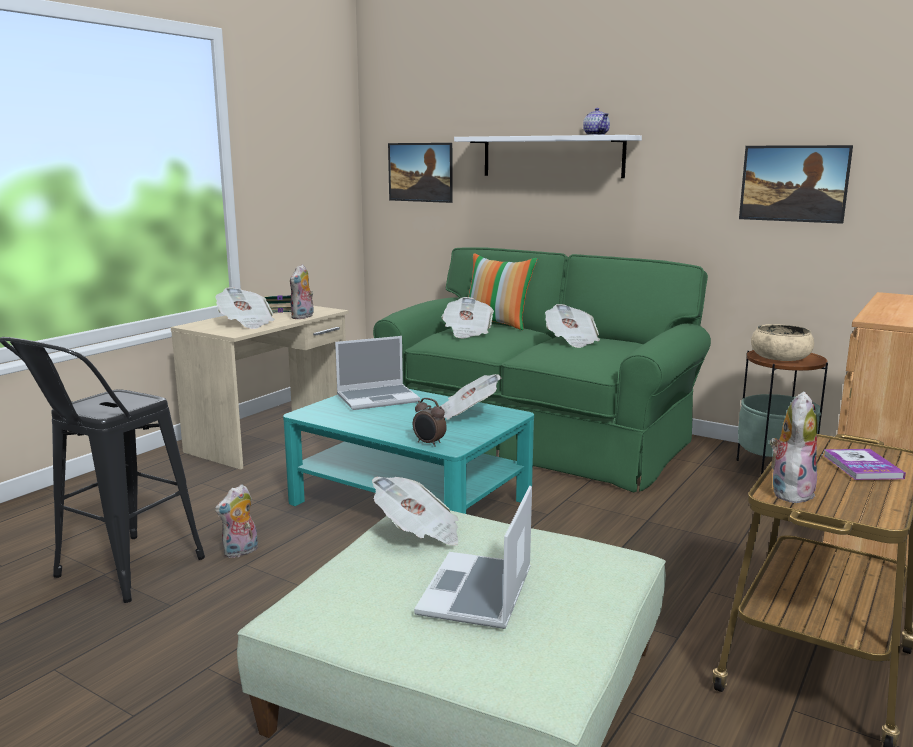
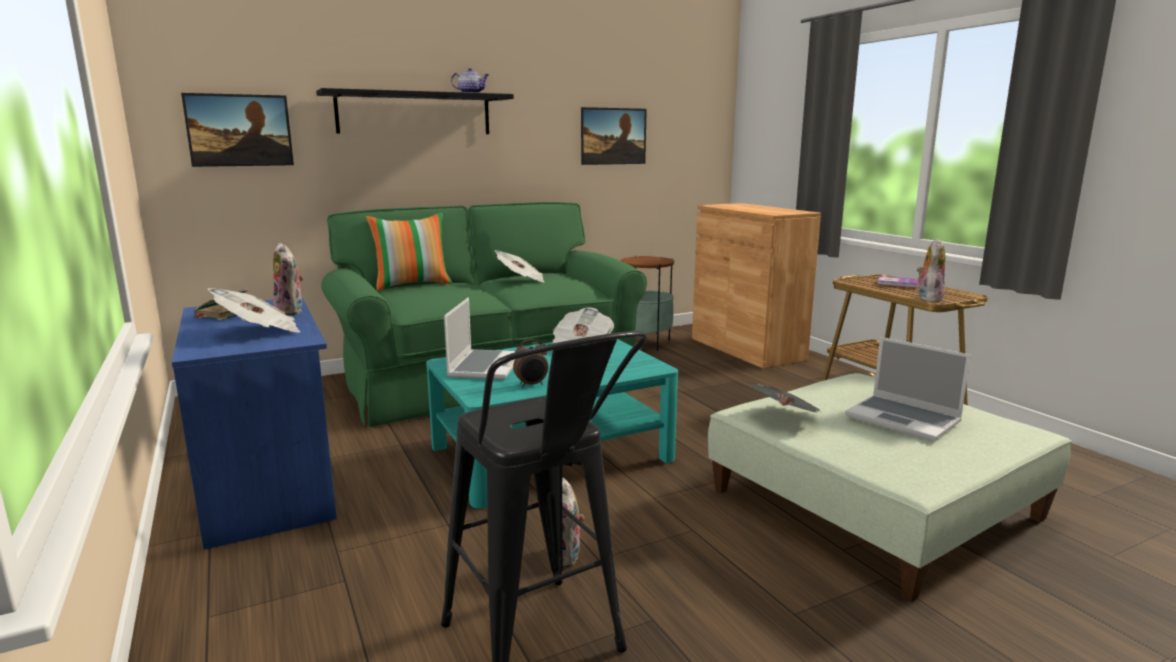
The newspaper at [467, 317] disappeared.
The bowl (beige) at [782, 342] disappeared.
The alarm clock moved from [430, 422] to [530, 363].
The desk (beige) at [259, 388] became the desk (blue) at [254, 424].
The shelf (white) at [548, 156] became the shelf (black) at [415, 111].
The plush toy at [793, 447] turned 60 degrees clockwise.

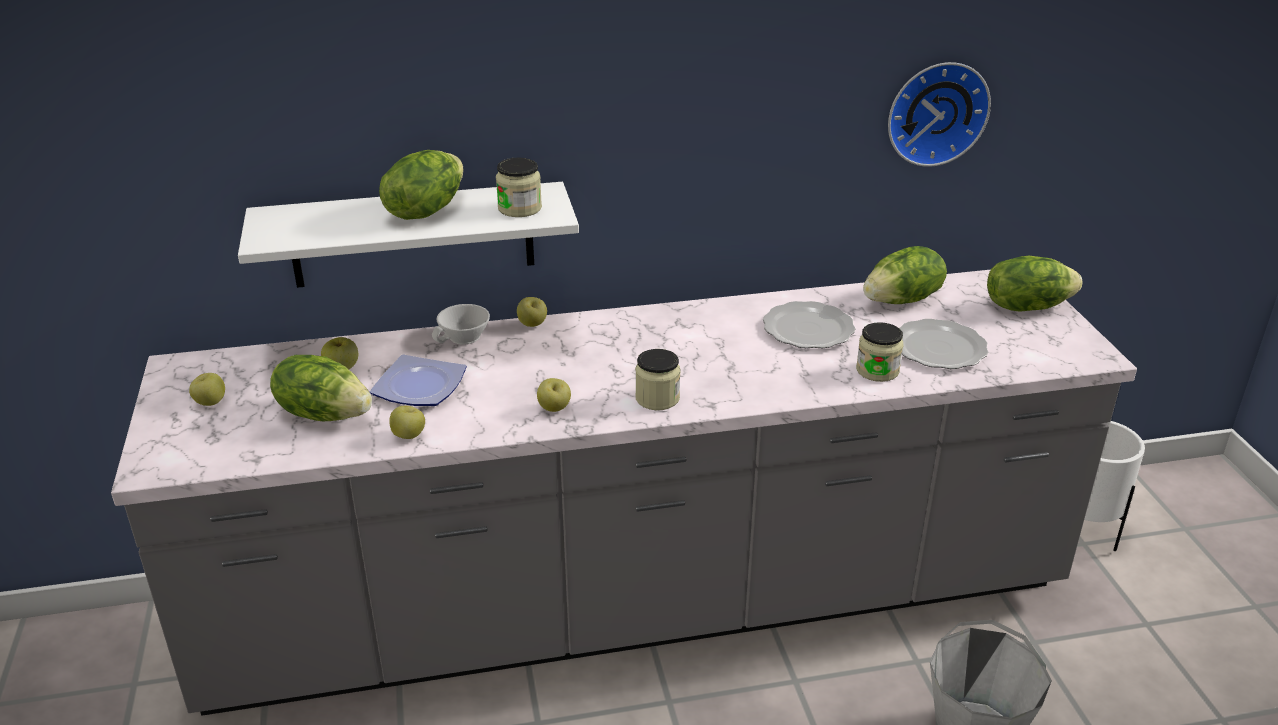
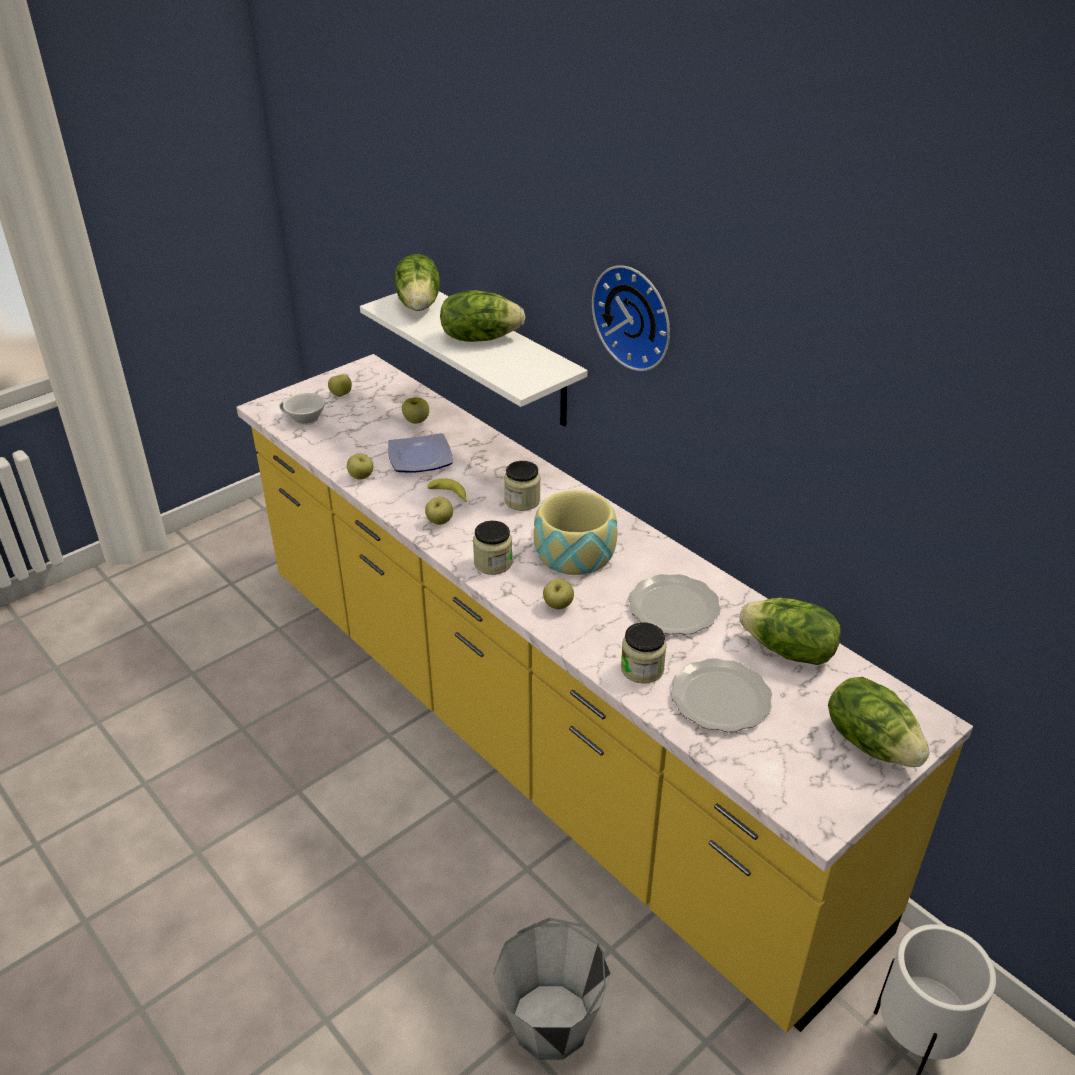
The banana at [447, 490] appeared.
The bowl at [575, 532] appeared.
The lettuce moved from [321, 388] to [417, 282].
The cup (white) moved from [461, 324] to [302, 409].
The jar moved from [519, 187] to [522, 486].
The apple moved from [532, 312] to [558, 594].
The wall clock moved from [939, 114] to [631, 318].
The counter (grey) at [624, 493] became the counter (yellow) at [604, 693].

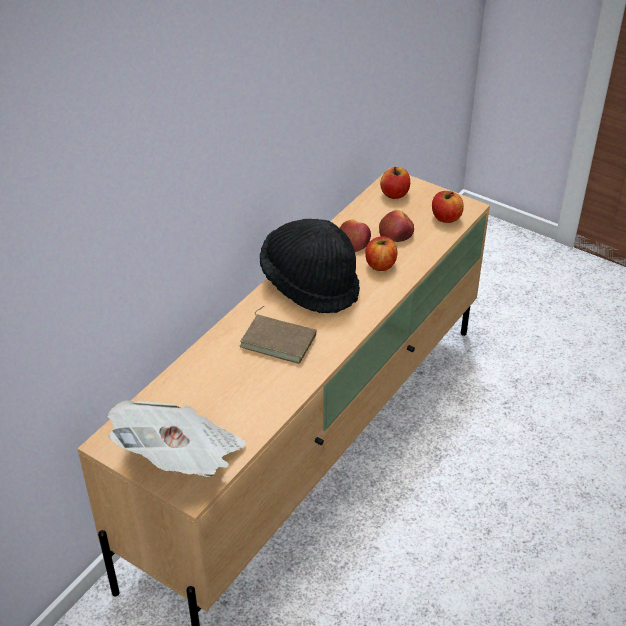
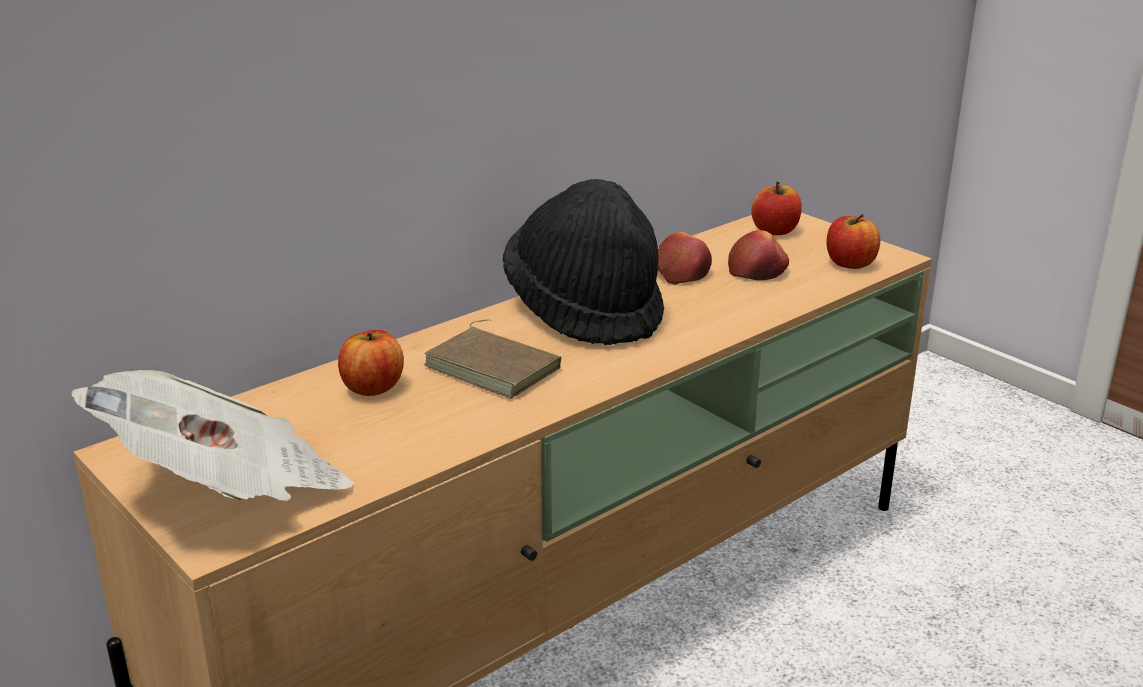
The apple moved from [381, 253] to [371, 363].

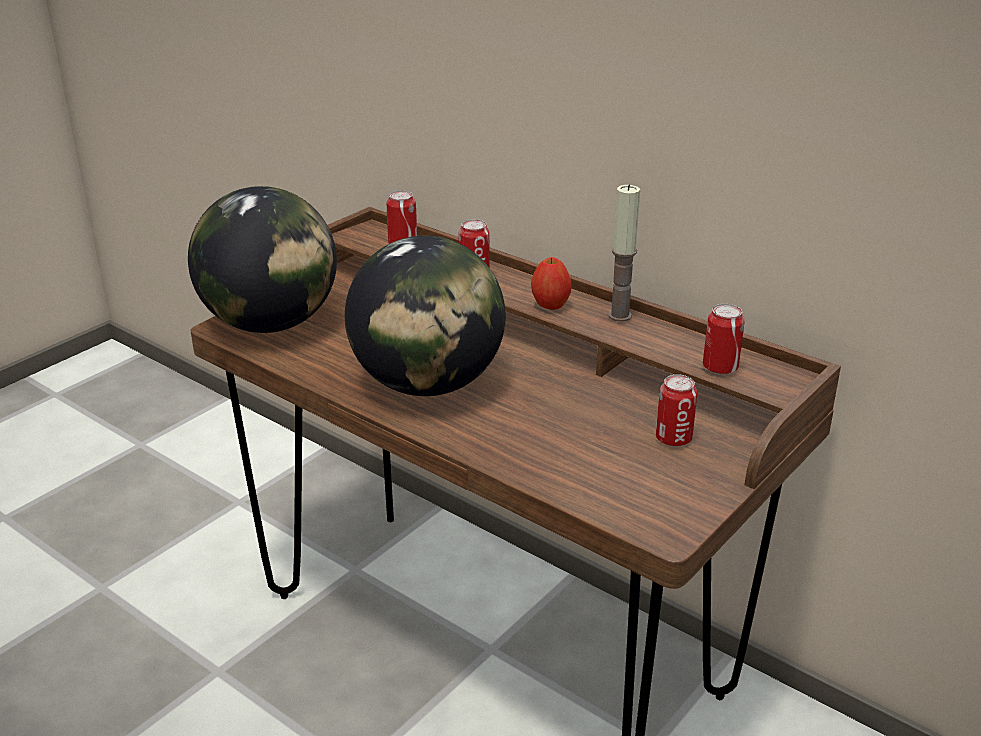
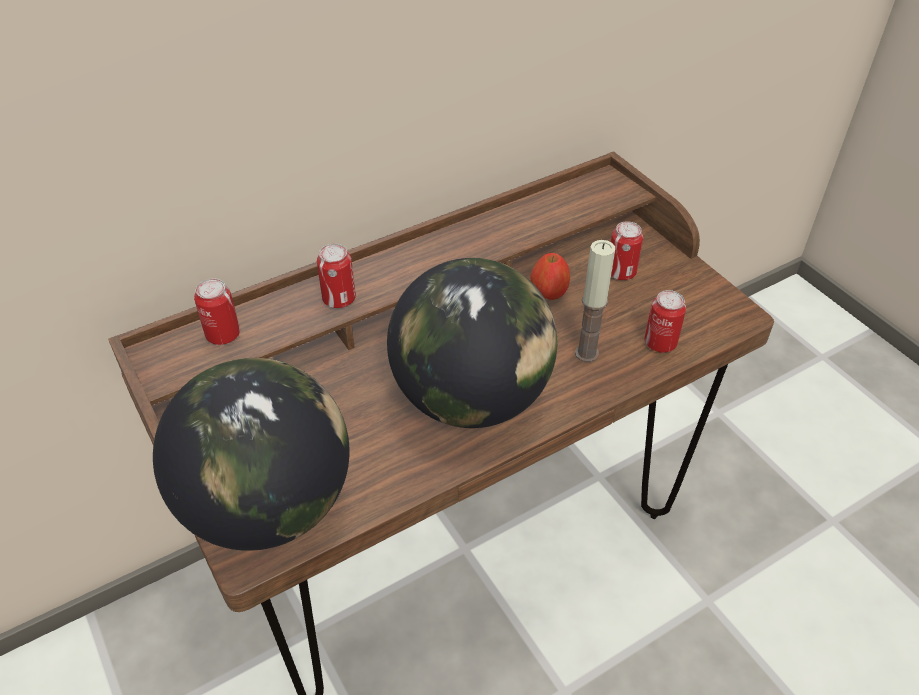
The apple moved from [551, 283] to [550, 276].
The candle moved from [624, 253] to [595, 301].
The can moved from [724, 339] to [665, 321].

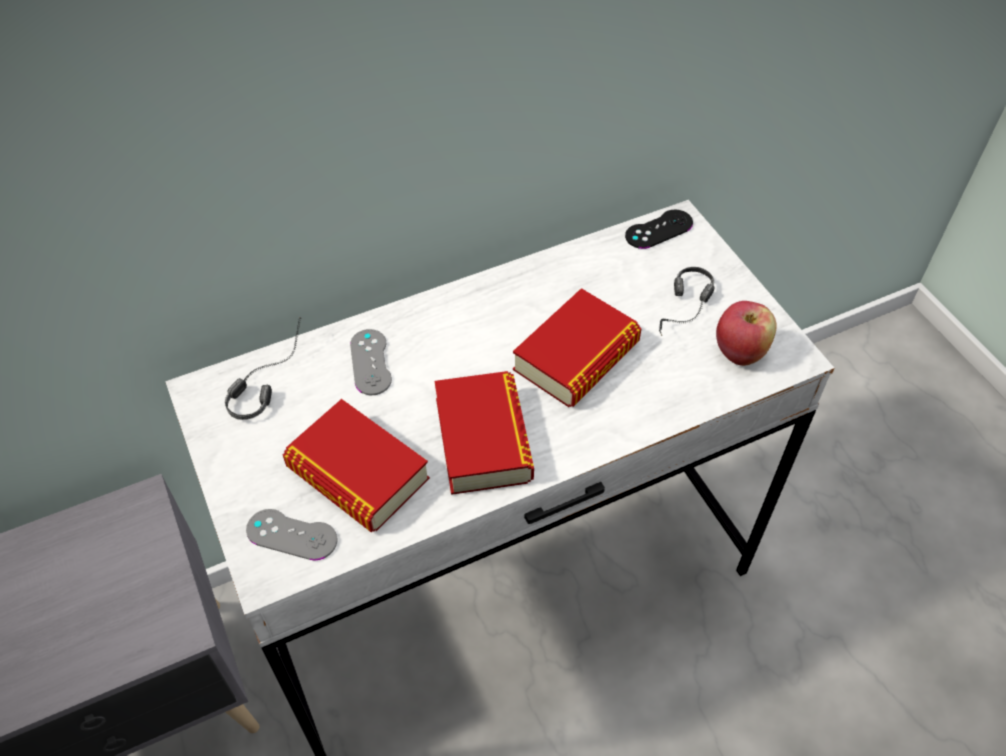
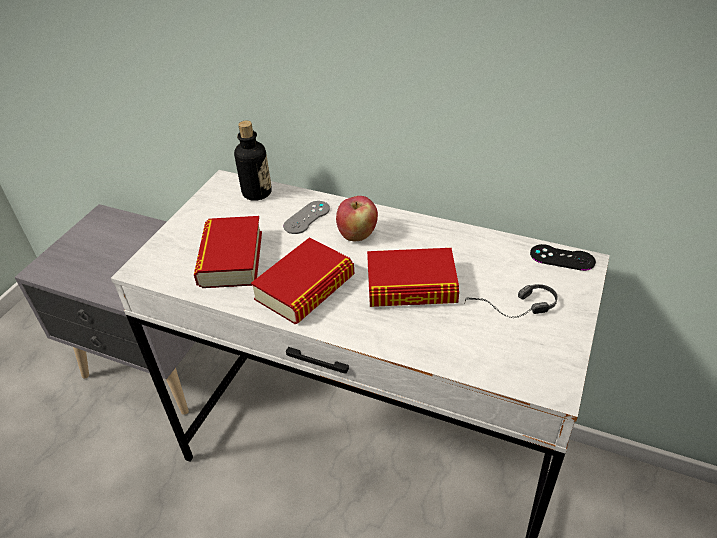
The game controller (grey) at [291, 535] disappeared.
The apple moved from [746, 333] to [357, 218].
The headphones at [263, 368] was replaced by the bottle at [253, 161].

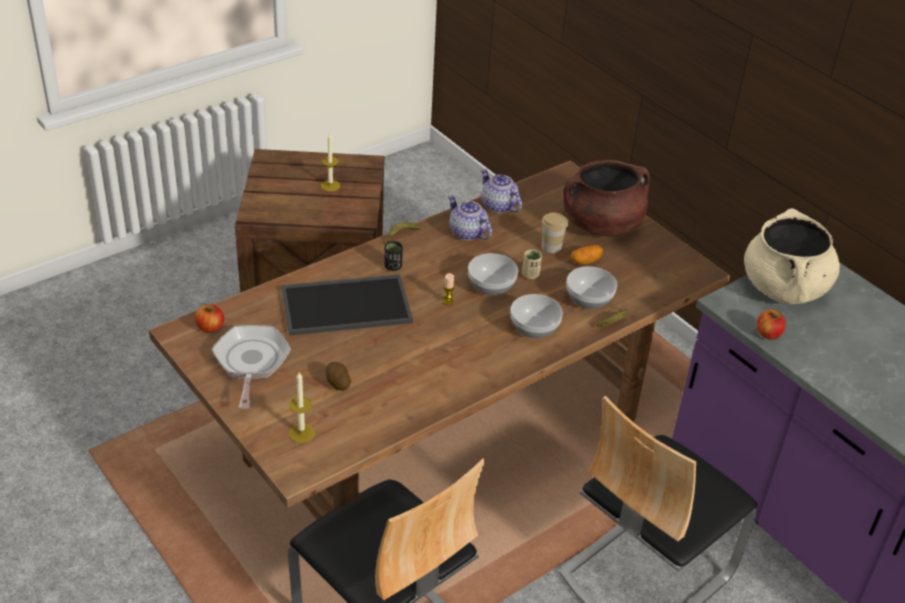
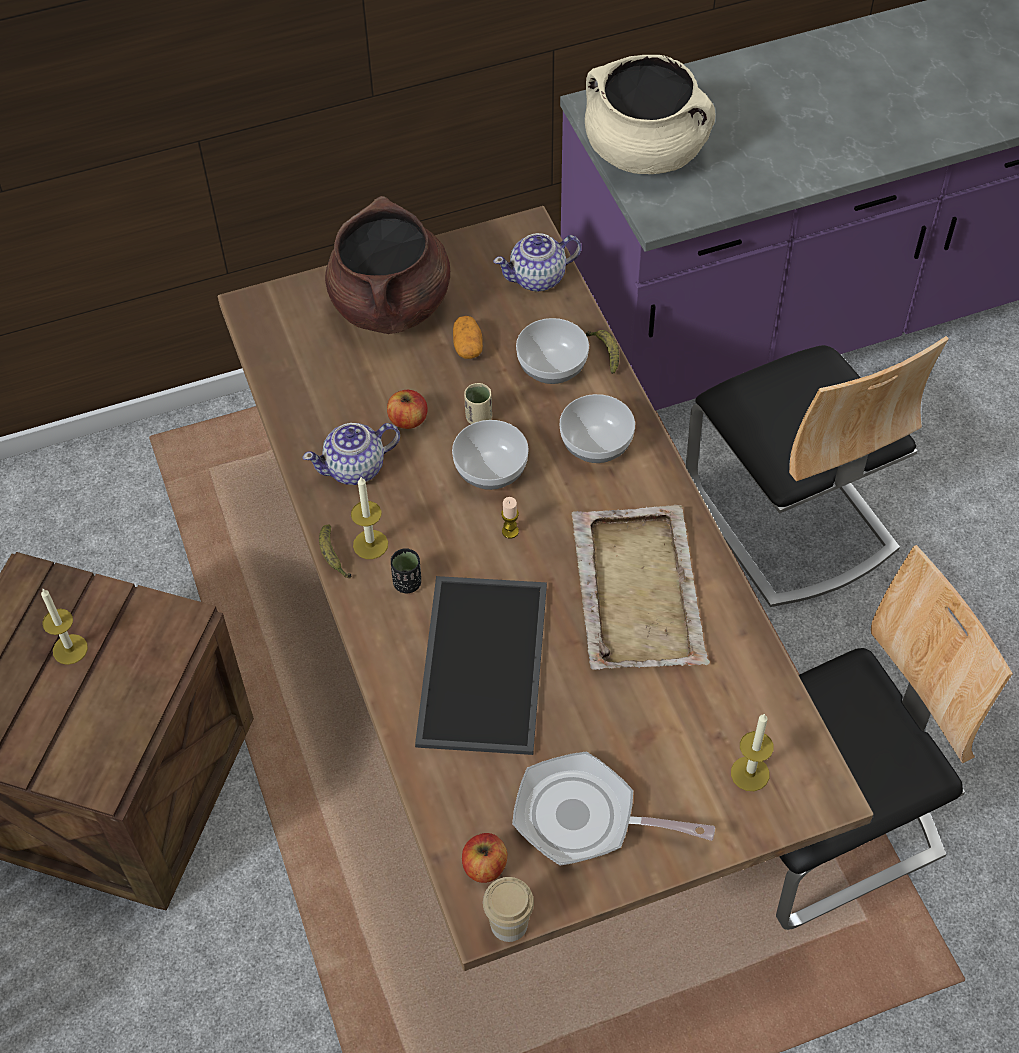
The potato at [338, 376] disappeared.
The candle at [369, 518] appeared.
The tray (beige) at [641, 587] appeared.
The teapot moved from [501, 191] to [537, 262].
The cup moved from [554, 233] to [508, 909].
The apple moved from [771, 324] to [407, 409].

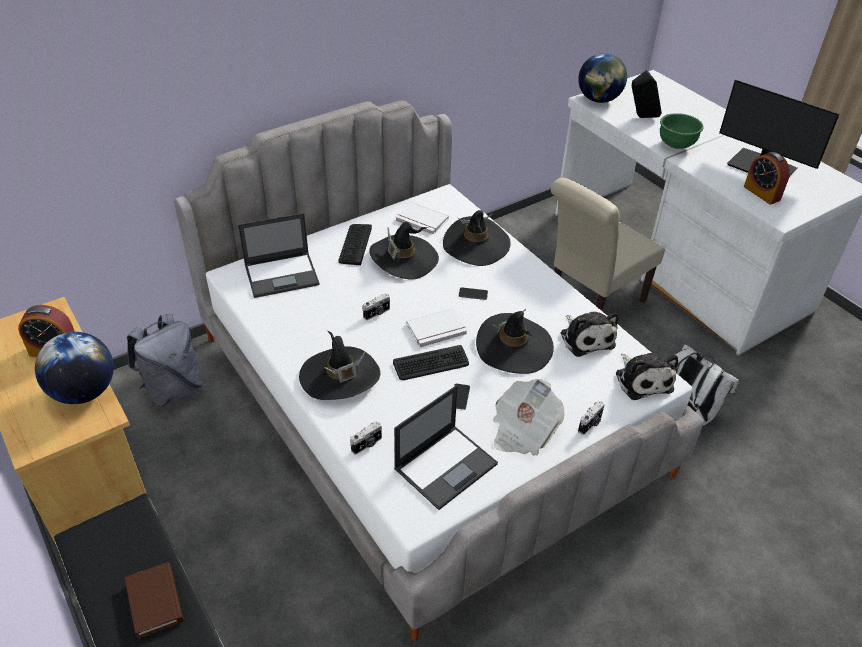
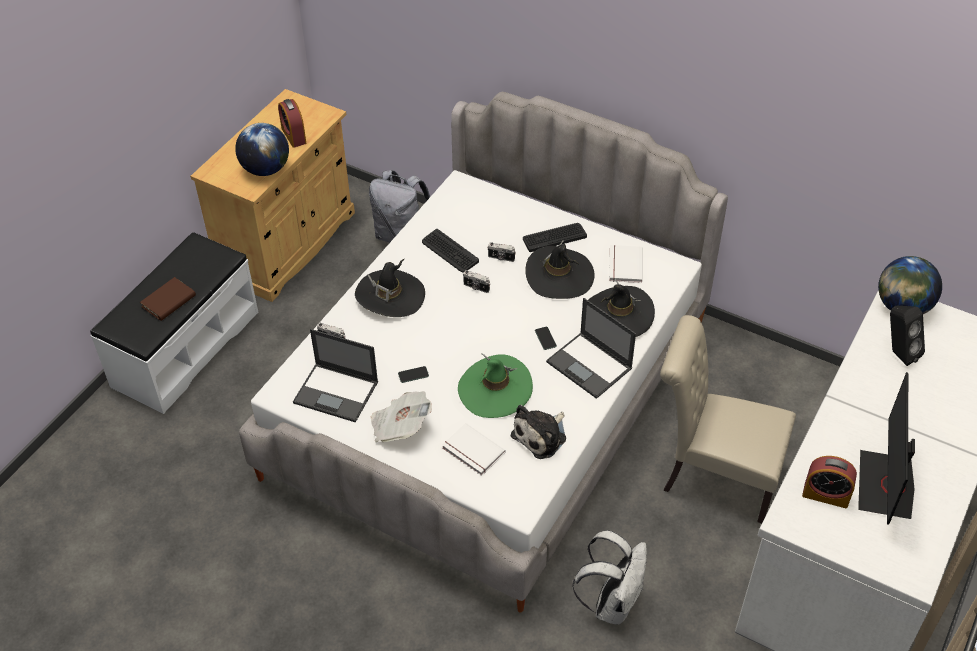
The plush toy at [647, 376] disappeared.
The bowl (green) at [682, 131] disappeared.
The laptop moved from [279, 255] to [591, 348].
The keyboard moved from [431, 362] to [450, 250].
The book (white) moved from [436, 327] to [474, 449].
The photo camera moved from [591, 418] to [501, 252].
The hat (black) at [515, 341] became the hat (green) at [495, 385].
The alarm clock at [767, 178] turned 105 degrees counterclockwise.

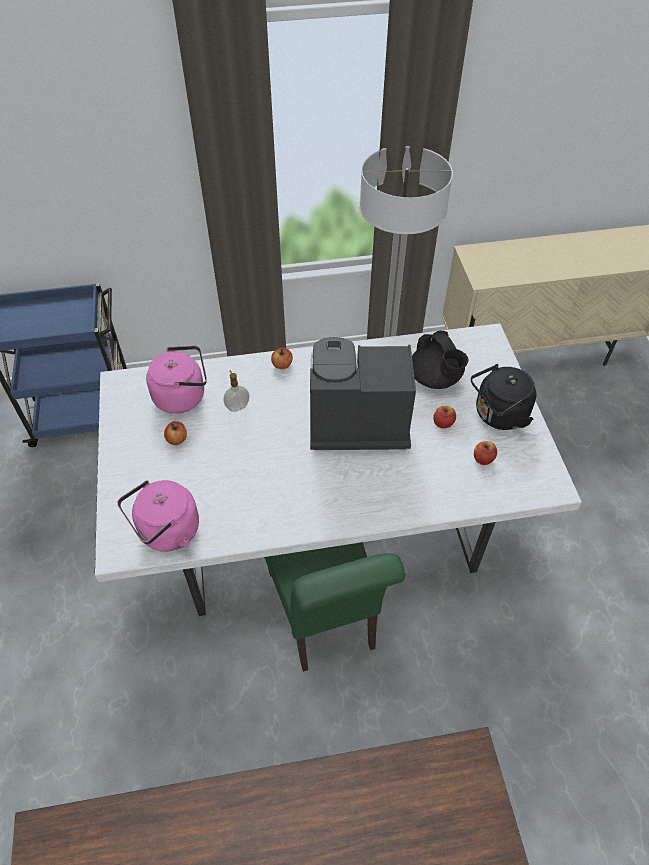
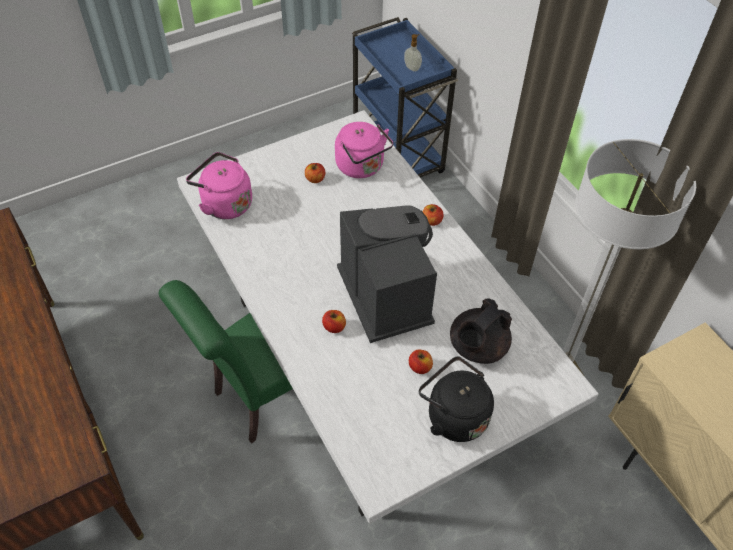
The soap dispenser moved from [236, 391] to [413, 53].
The apple moved from [485, 453] to [334, 321].

